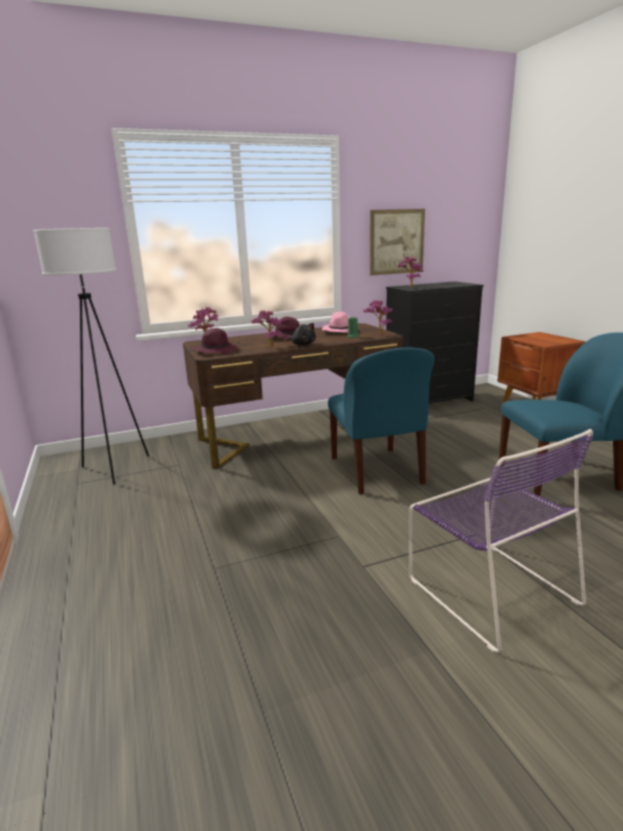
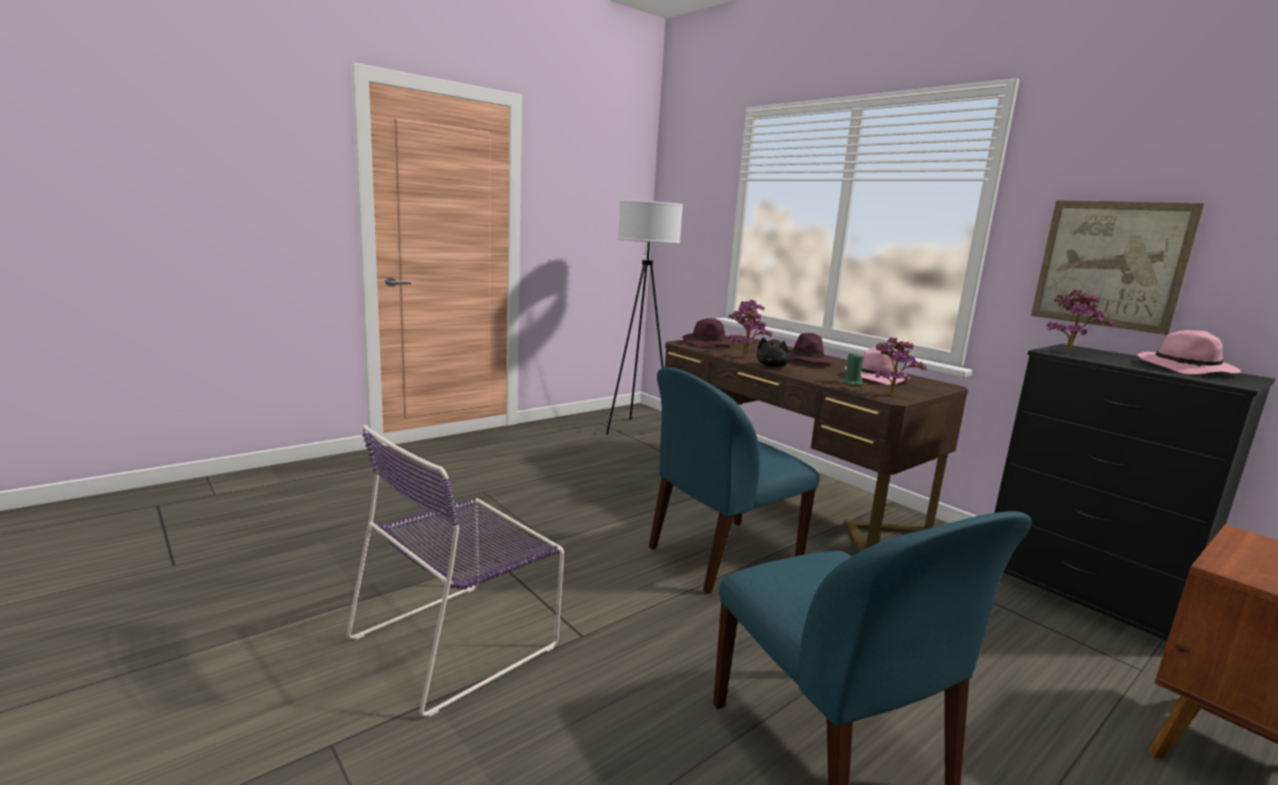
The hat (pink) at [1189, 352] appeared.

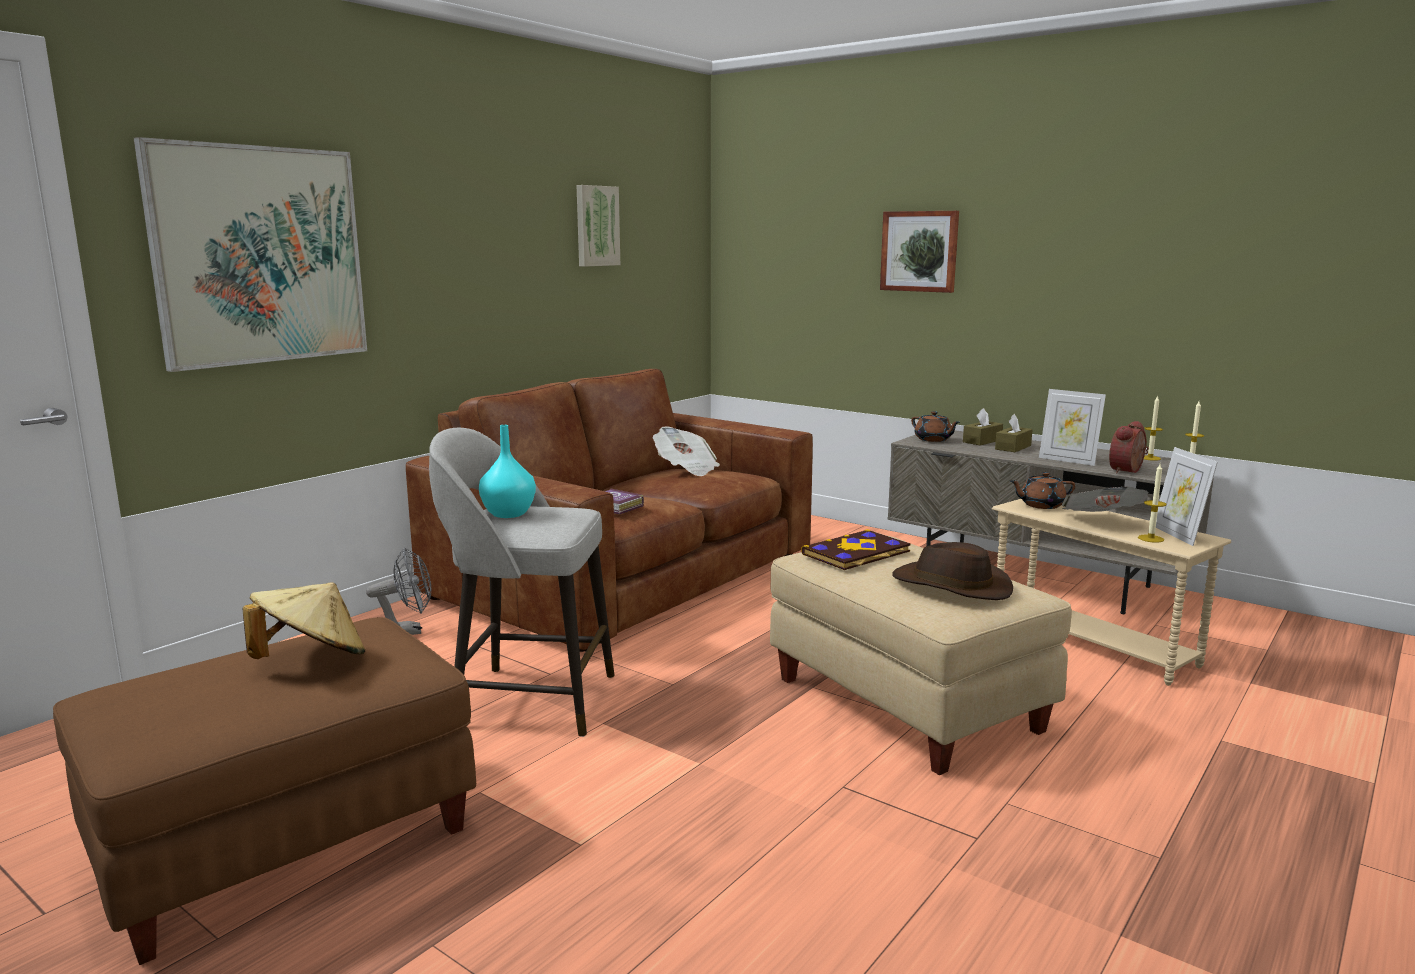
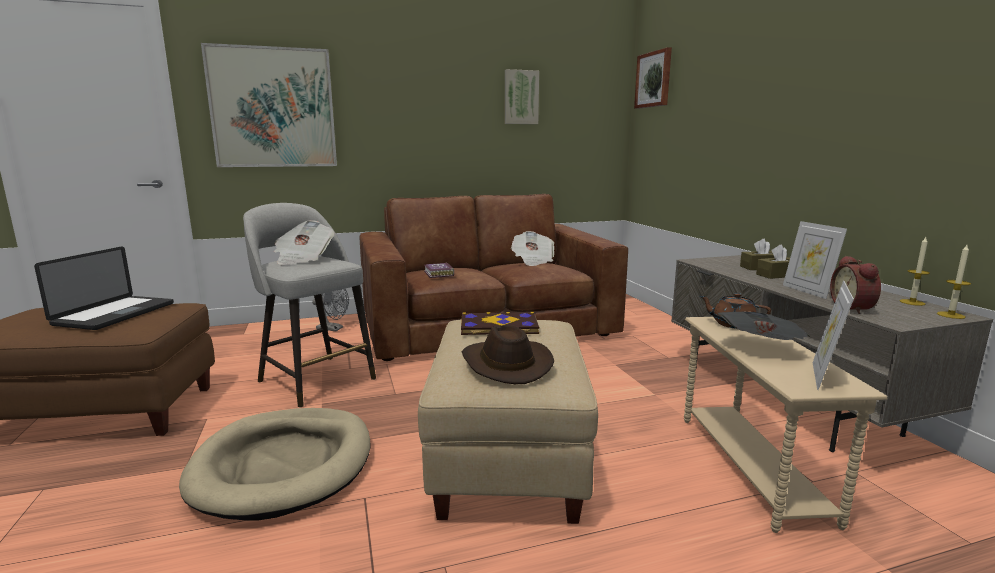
The teapot (brown) at [935, 426] disappeared.
The candle at [1152, 503] disappeared.
The dog bed (beige) at [275, 464] appeared.
The picture moved from [919, 252] to [653, 78].
The hat (beige) at [304, 621] was replaced by the laptop at [104, 288].
The vase (turquoise) at [507, 471] was replaced by the newspaper at [304, 242].
The alarm clock at [1129, 447] turned 75 degrees counterclockwise.

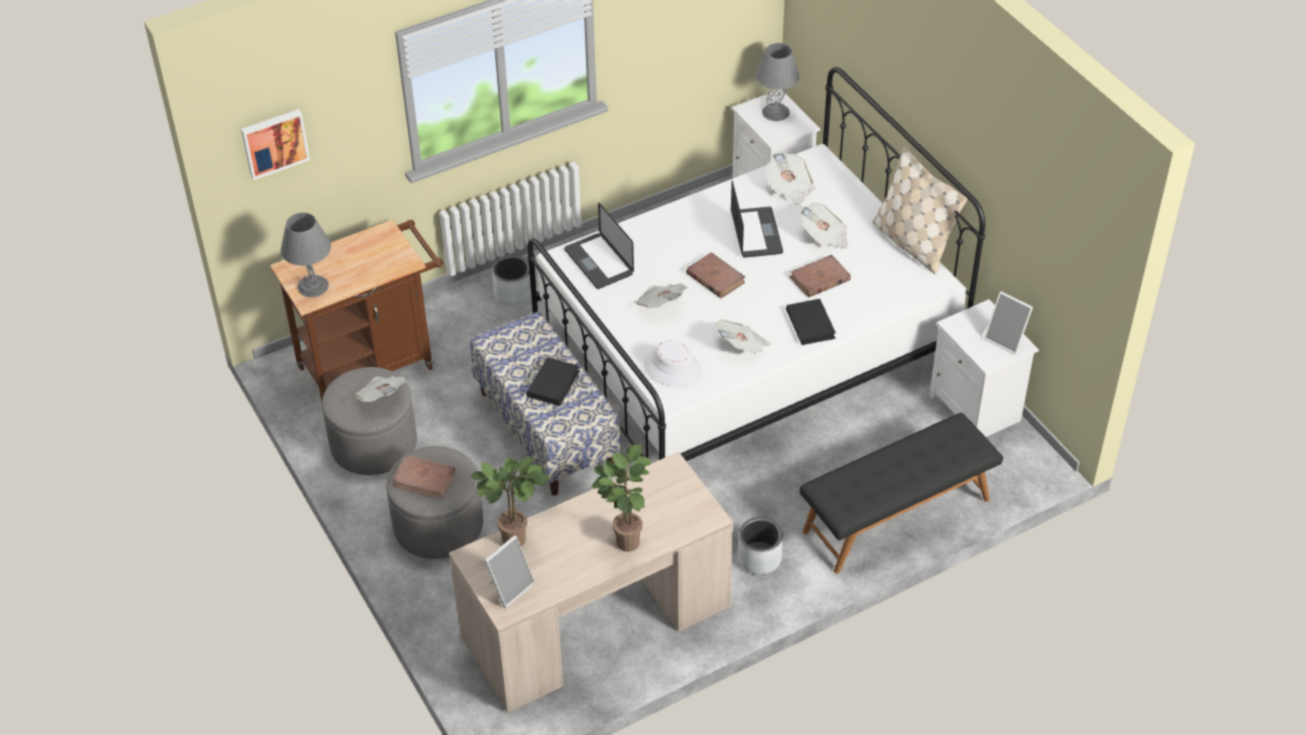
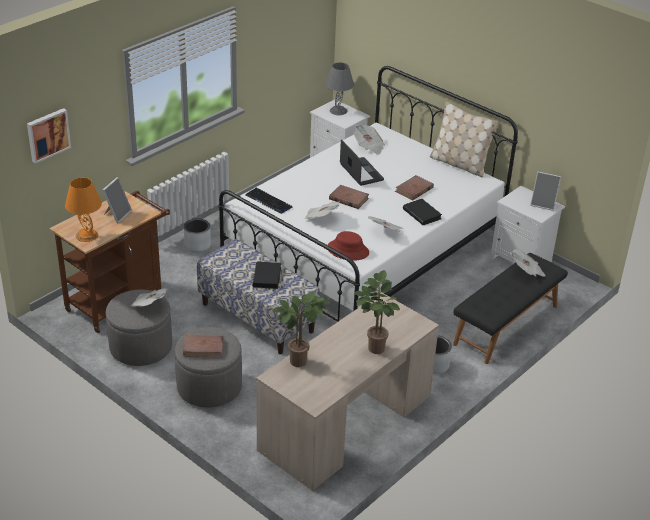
The picture frame moved from [509, 571] to [117, 200].
The newspaper moved from [824, 226] to [528, 263].
The laptop at [599, 245] was replaced by the keyboard at [268, 200].
The table lamp (grey) at [305, 255] became the table lamp (orange) at [83, 210].
The hat (white) at [673, 364] became the hat (red) at [348, 246].

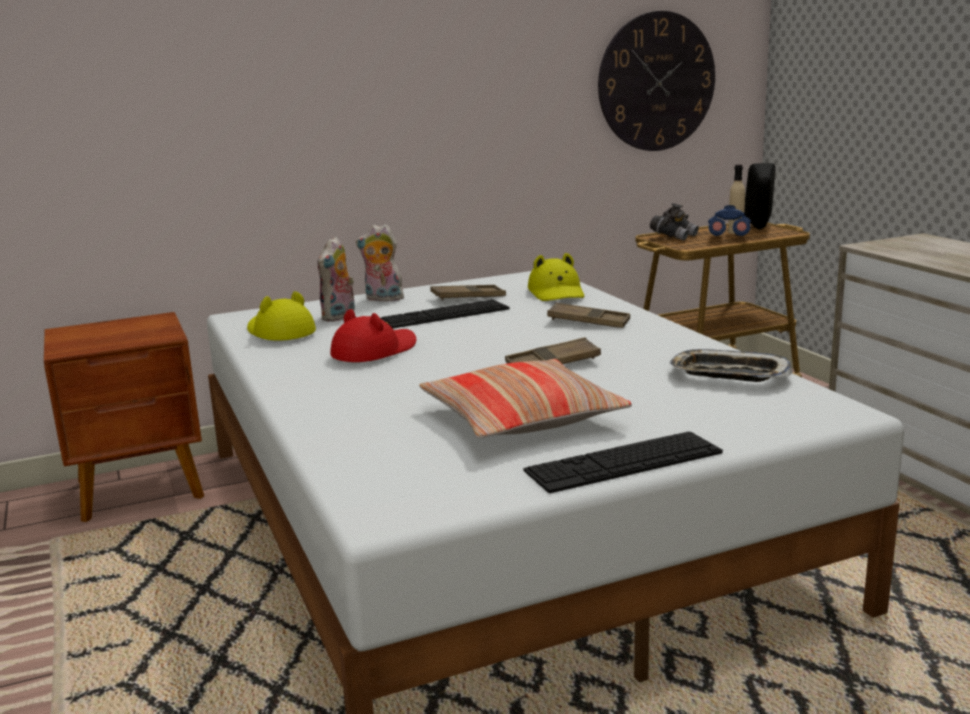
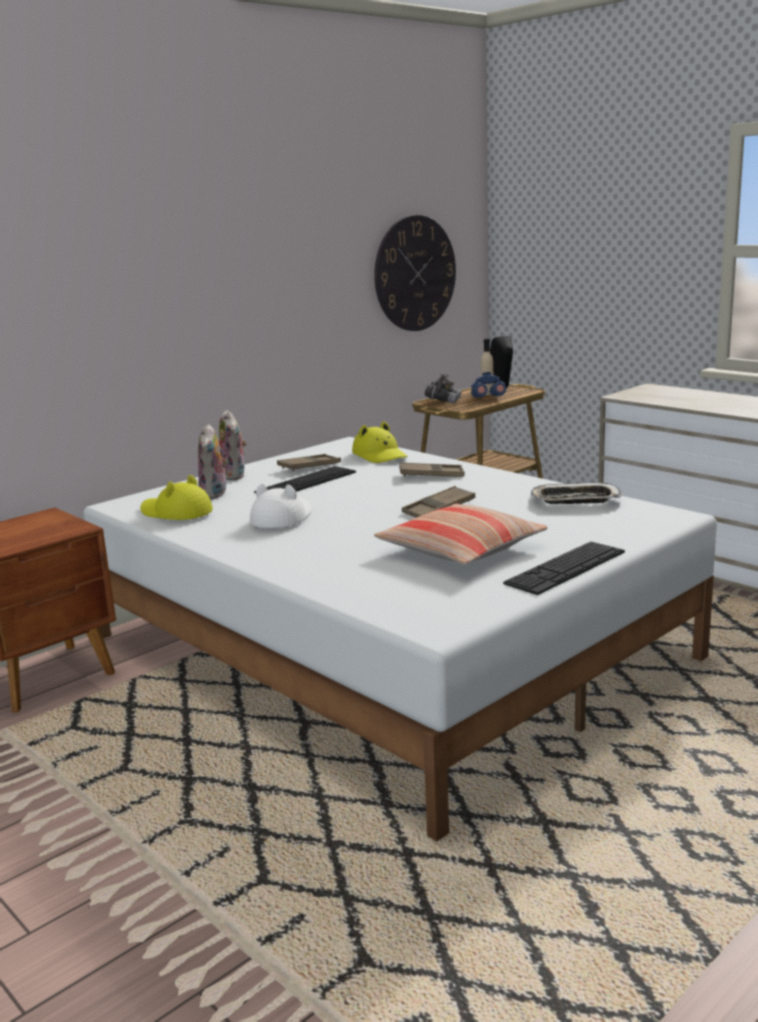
The hat (red) at [373, 335] became the hat (white) at [281, 506].
The plush toy at [380, 263] turned 105 degrees counterclockwise.

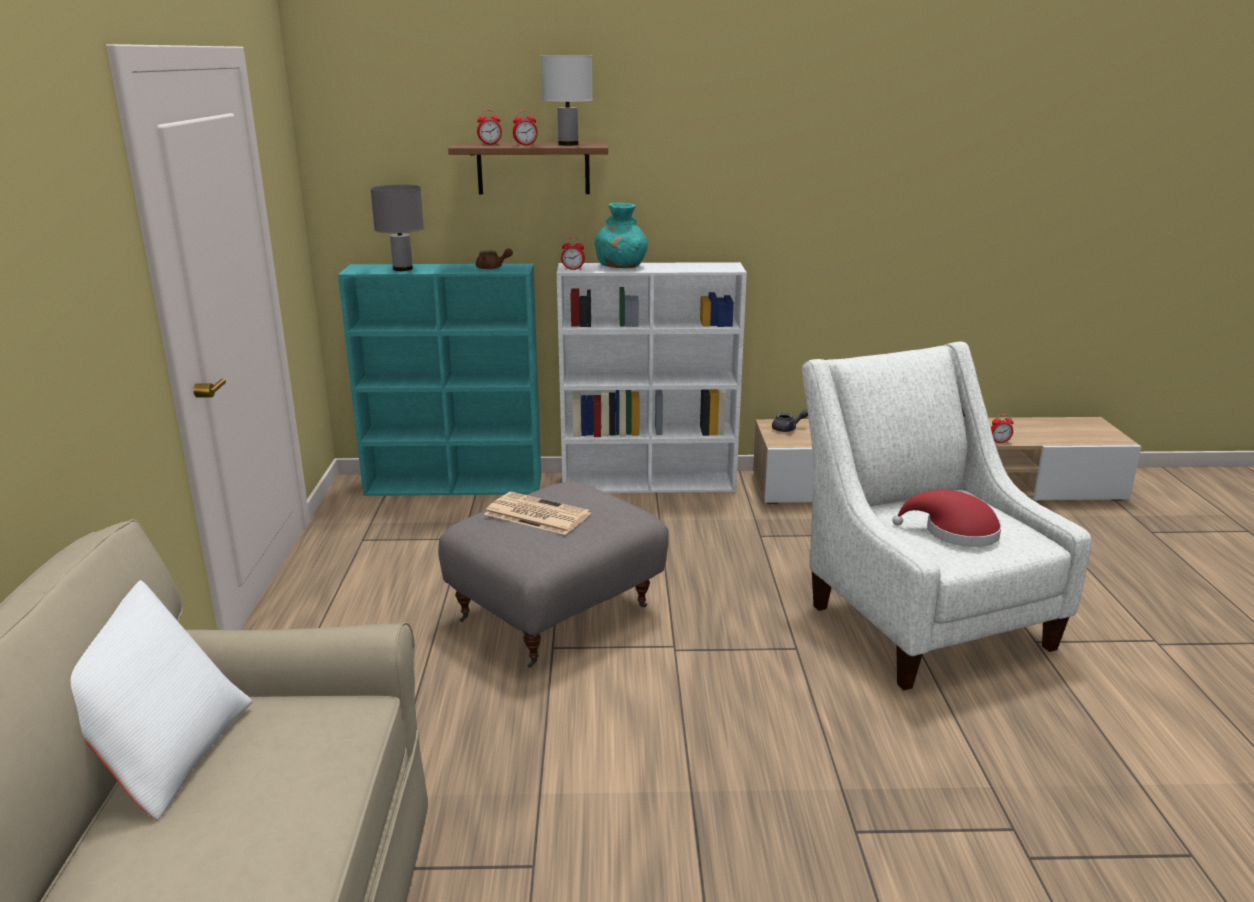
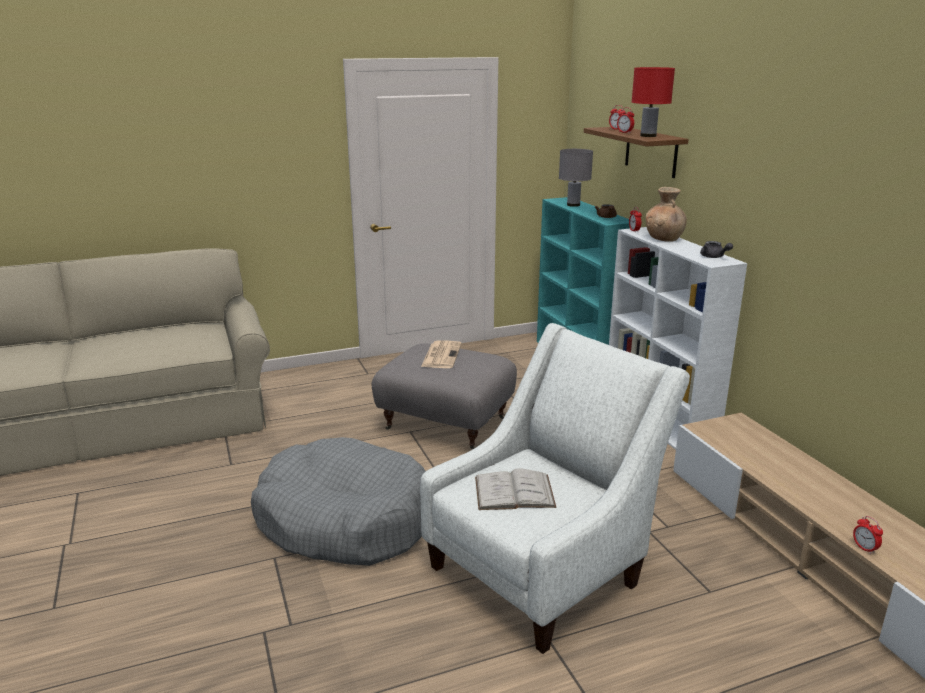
The pillow (white) at [162, 700] disappeared.
The dog bed (grey) at [338, 501] appeared.
The teapot (grey) moved from [790, 421] to [716, 249].
The hat (red) at [947, 518] was replaced by the book (white) at [515, 489].
The table lamp (white) at [567, 100] became the table lamp (red) at [653, 102].
The vase (turquoise) at [621, 235] became the vase (brown) at [666, 214].

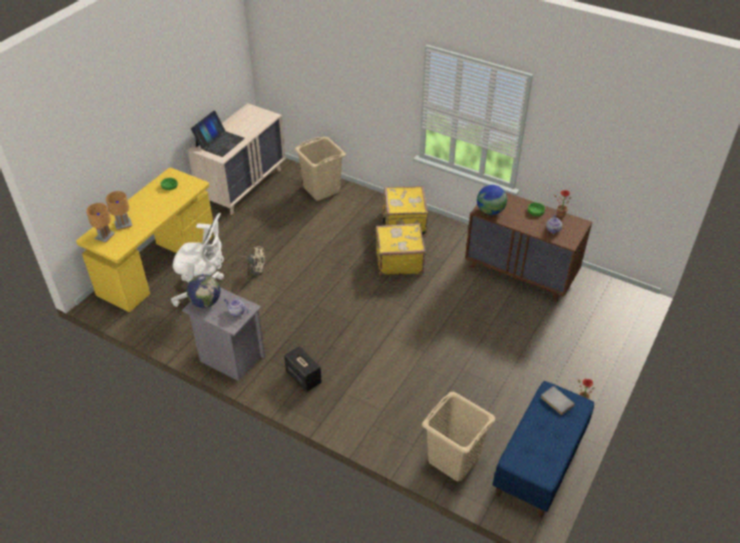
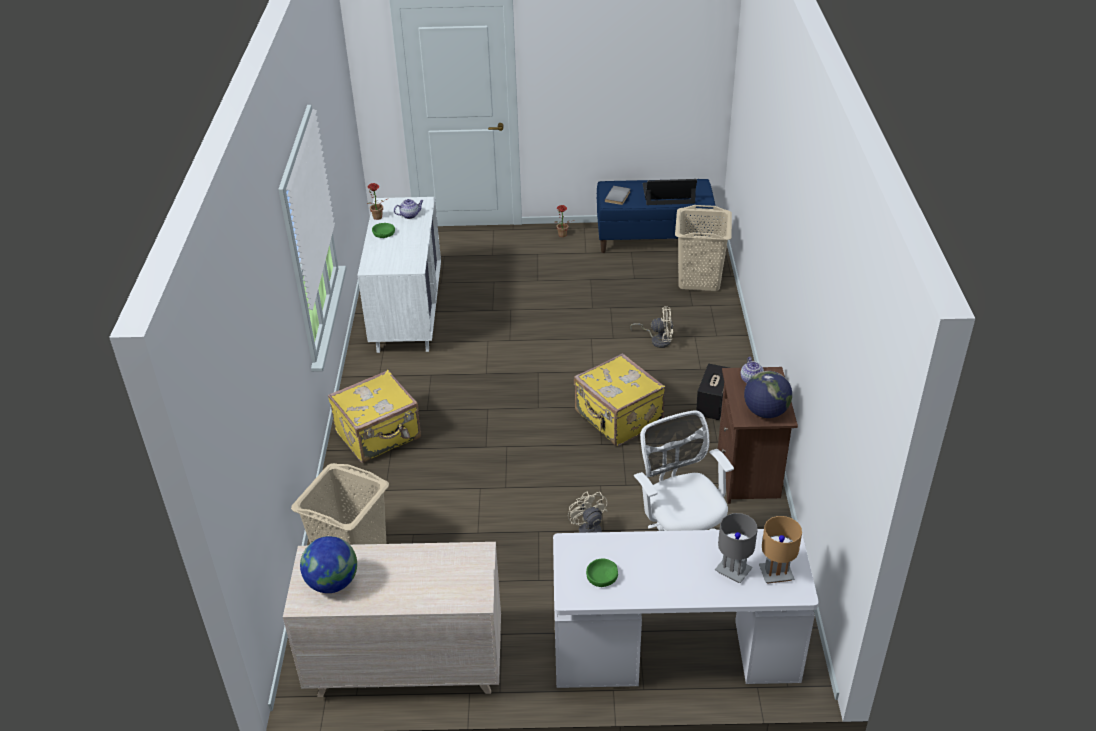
The fan (beige) at [651, 327] appeared.
The laptop moved from [218, 133] to [669, 192].
The suitcase (yellow) moved from [401, 249] to [619, 399].
The globe moved from [492, 200] to [328, 564].
The desk (yellow) at [144, 240] became the desk (white) at [686, 608].
The table lamp (brown) at [119, 210] became the table lamp (grey) at [736, 548].
The nightstand (grey) at [223, 334] became the nightstand (brown) at [758, 435].
The dresser (brown) at [528, 247] became the dresser (white) at [399, 275].

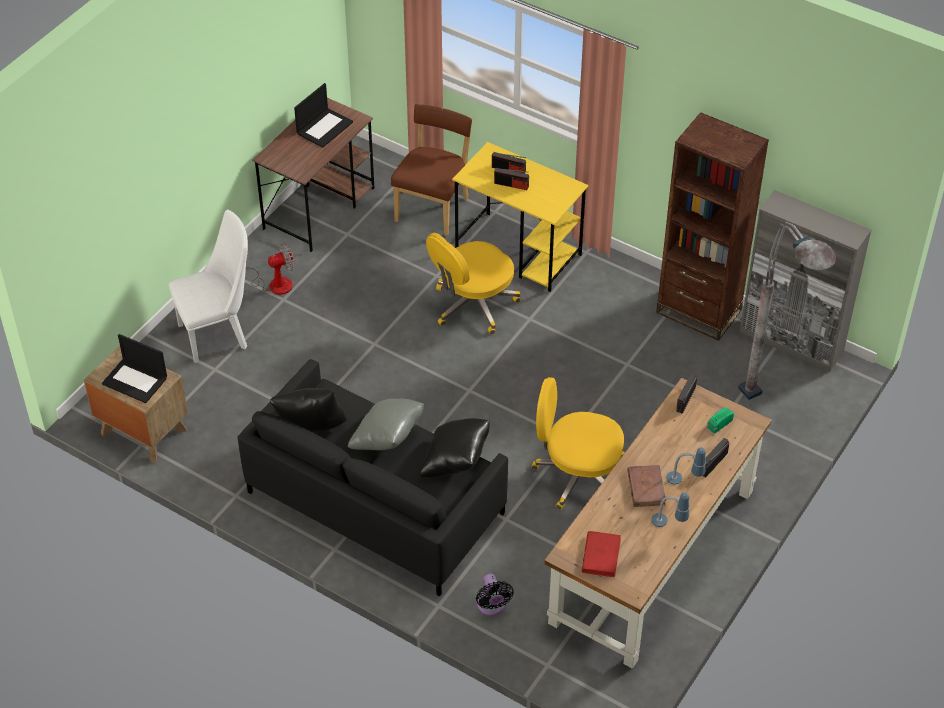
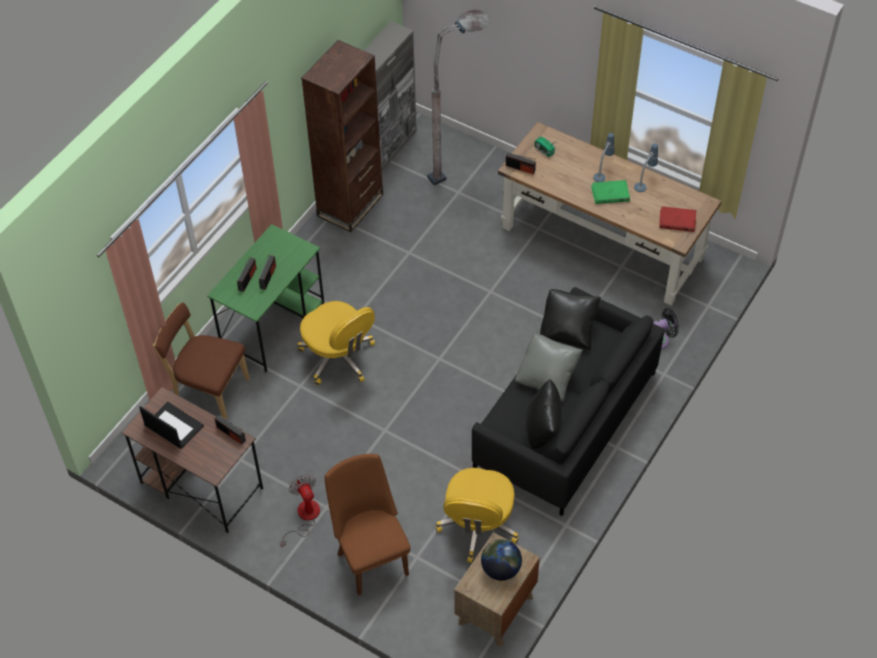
The office chair (yellow) moved from [578, 443] to [477, 515].
The radio moved from [716, 458] to [230, 430].
The laptop at [134, 368] was replaced by the globe at [501, 560].
The chair (white) at [208, 286] became the chair (brown) at [368, 525].
The desk (yellow) at [520, 217] became the desk (green) at [265, 298].
The book (brown) at [646, 486] became the book (green) at [610, 192].

